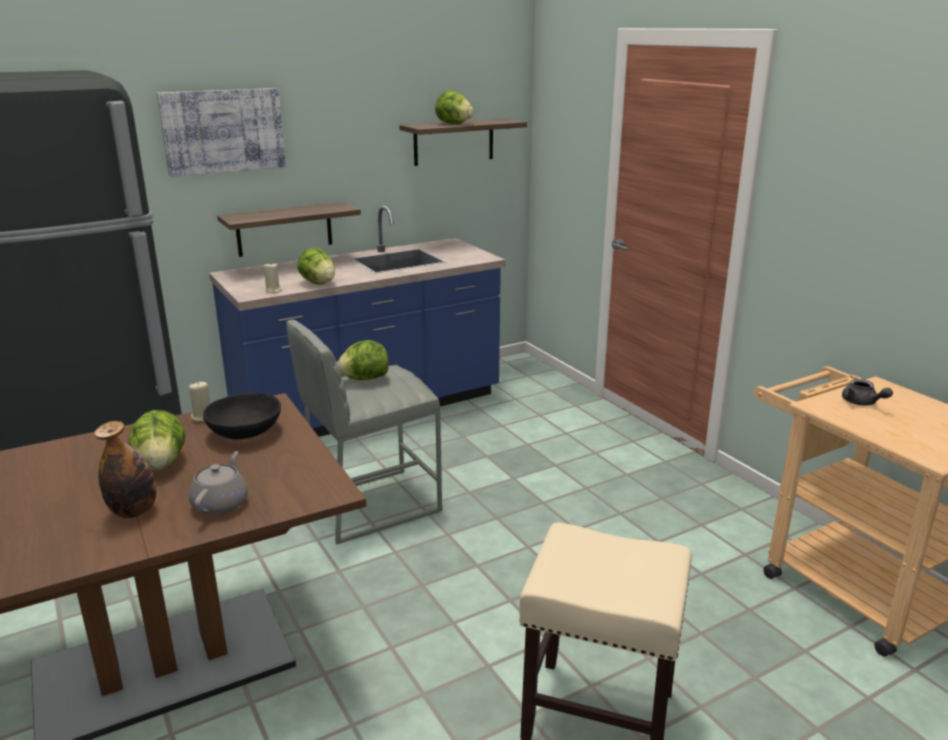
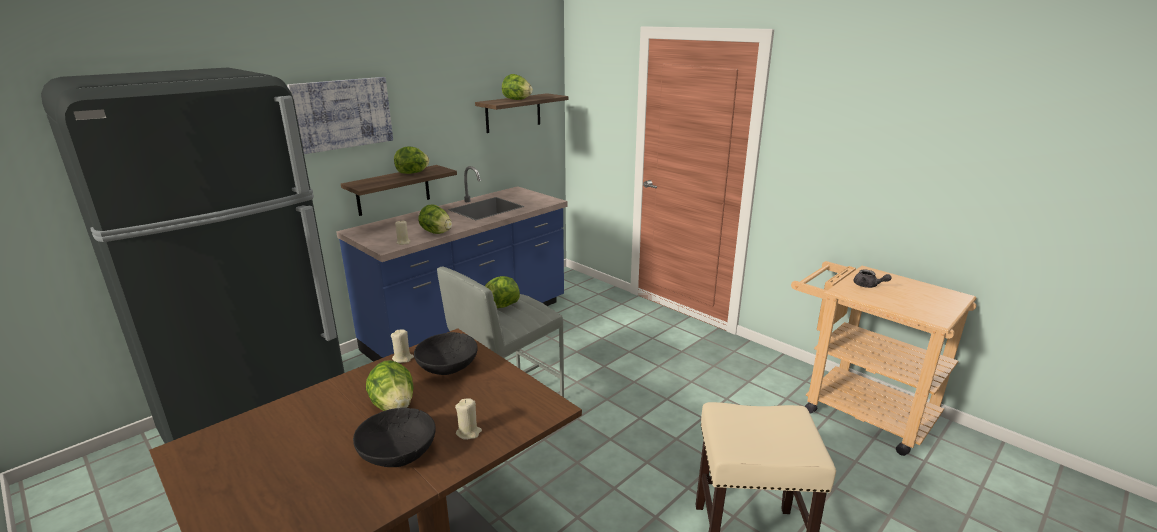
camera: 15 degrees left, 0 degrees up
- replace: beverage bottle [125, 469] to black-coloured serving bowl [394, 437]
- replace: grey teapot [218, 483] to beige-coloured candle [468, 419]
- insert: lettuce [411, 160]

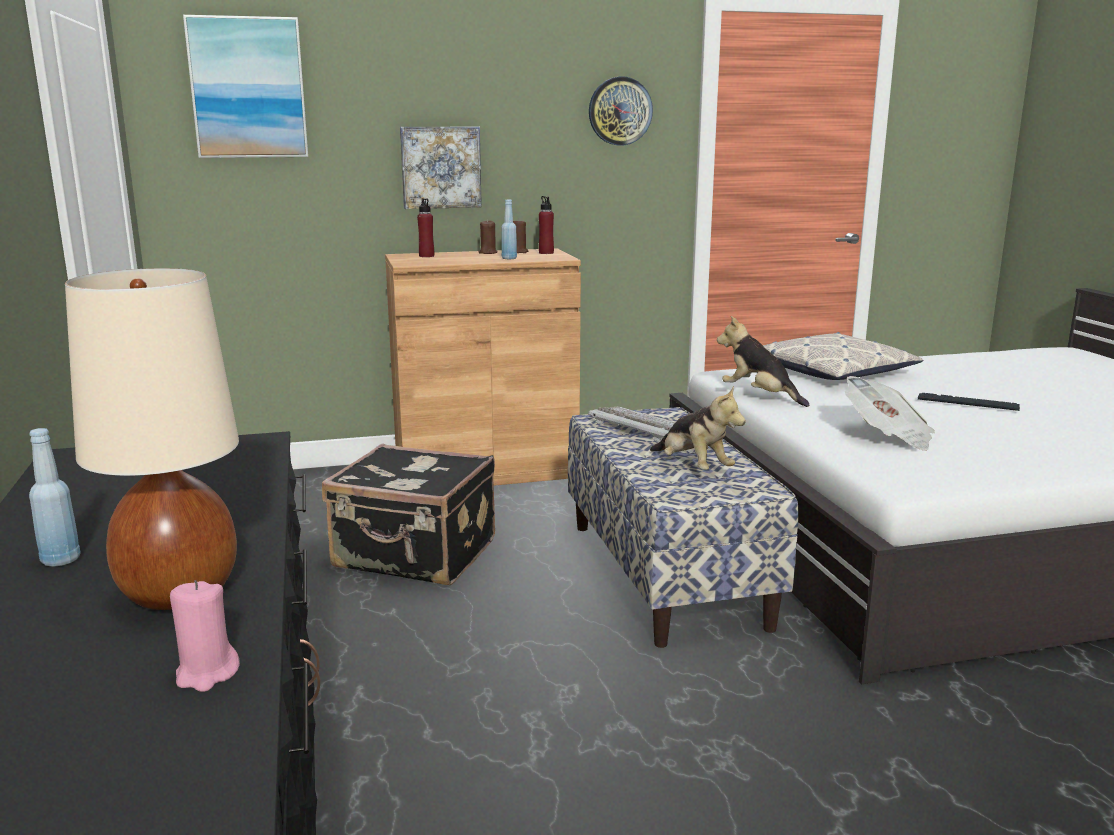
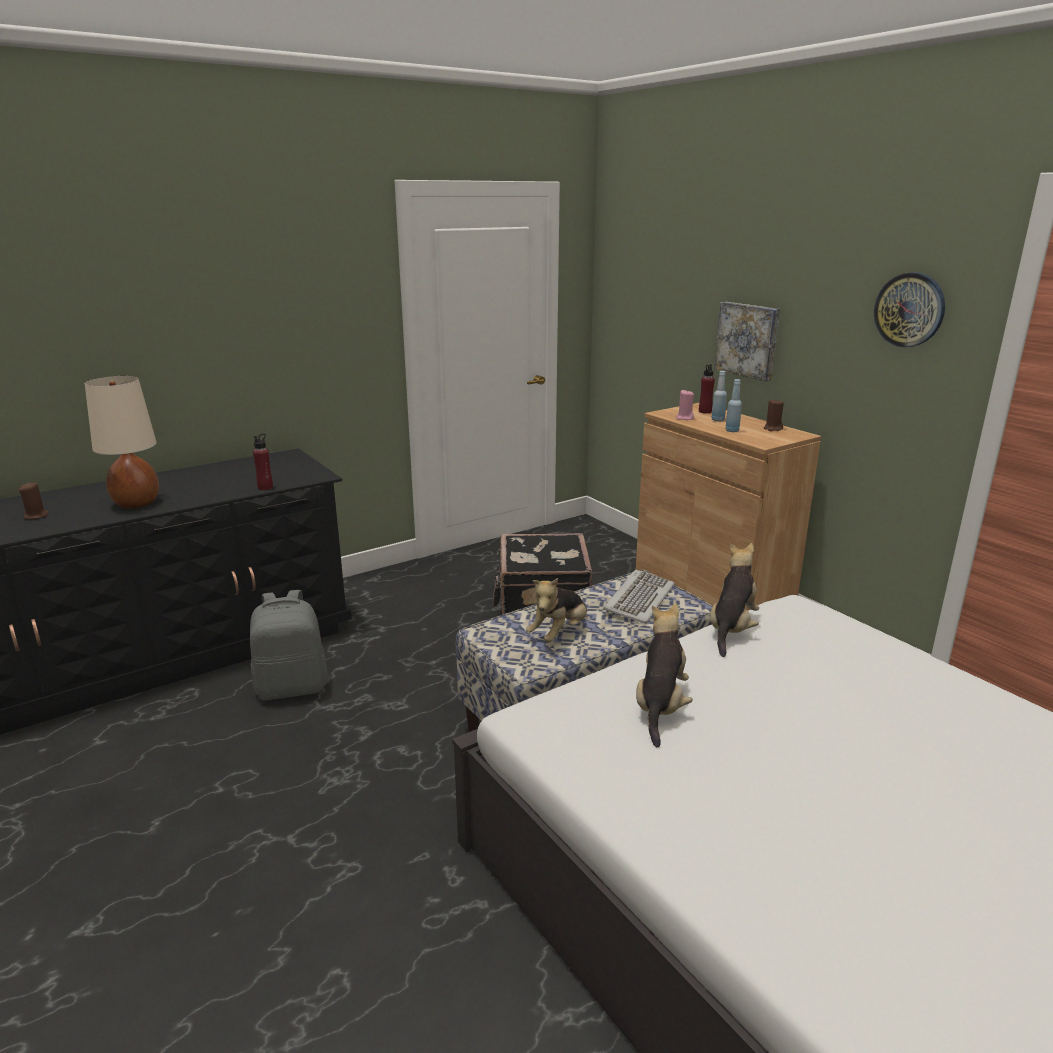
camera: 70 degrees right, 5 degrees up
- delete: picture [245, 86]
- move: red-coloured beverage bottle [546, 225] to [263, 461]
- move: brown candle [488, 236] to [34, 500]
- delete: pillow [843, 356]
- replace: newspaper [890, 413] to plush toy [664, 675]
- delete: computer keyboard [969, 402]
- move: blue beverage bottle [55, 497] to [719, 396]
- move: pink-coloured candle [205, 636] to [685, 404]
- insert: grey backpack [289, 645]

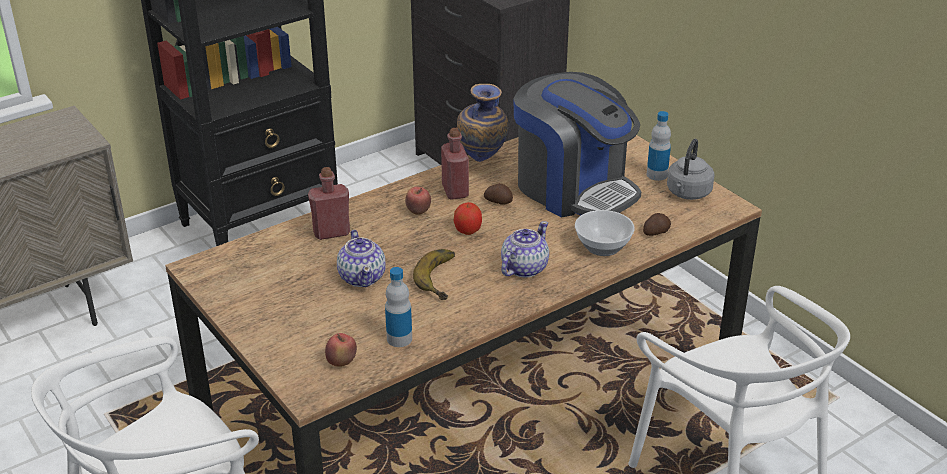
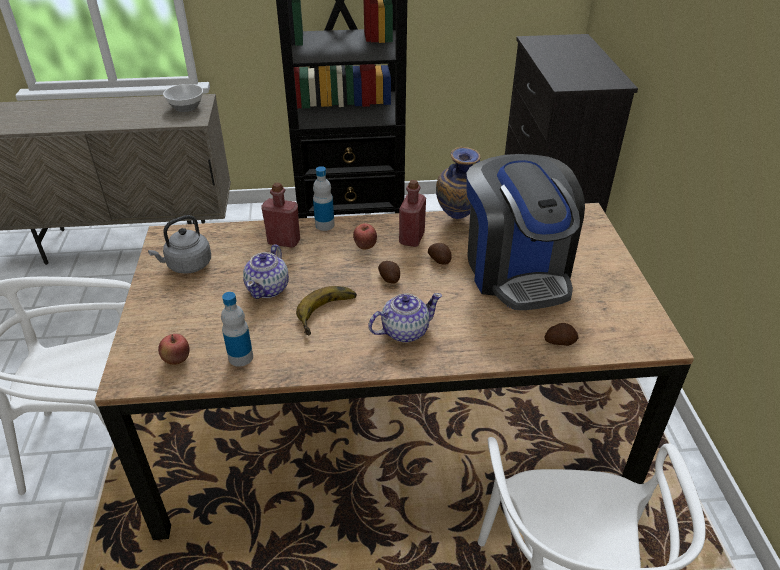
camera: 30 degrees right, 5 degrees up
- move: beverage bottle [659, 146] to [324, 198]
- move: grey water kettle [691, 169] to [179, 244]
- replace: apple [467, 218] to potato [389, 272]
- move: serving bowl [605, 233] to [183, 98]

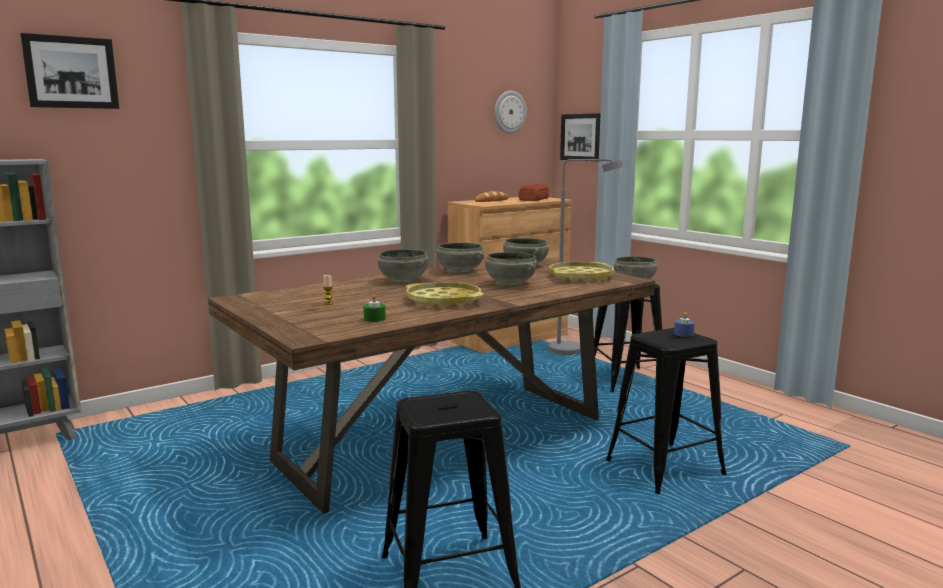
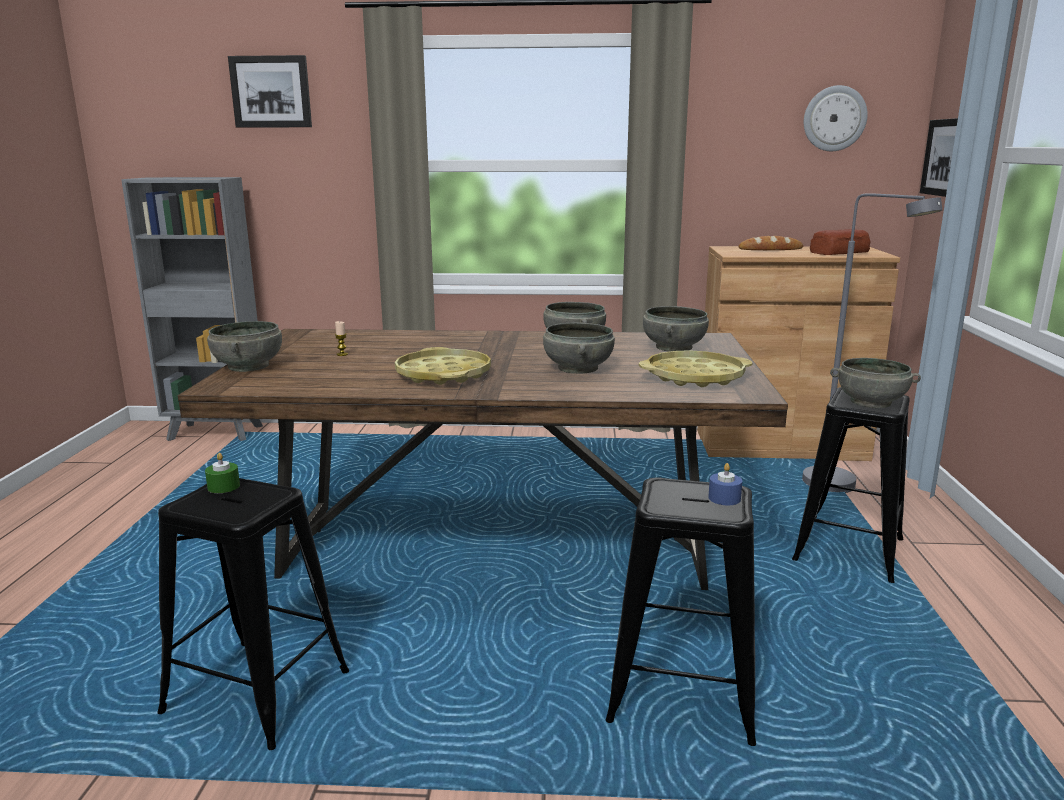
camera: 40 degrees right, 5 degrees up
- move: grey serving bowl [403, 266] to [244, 346]
- move: greenish candle [375, 308] to [222, 473]

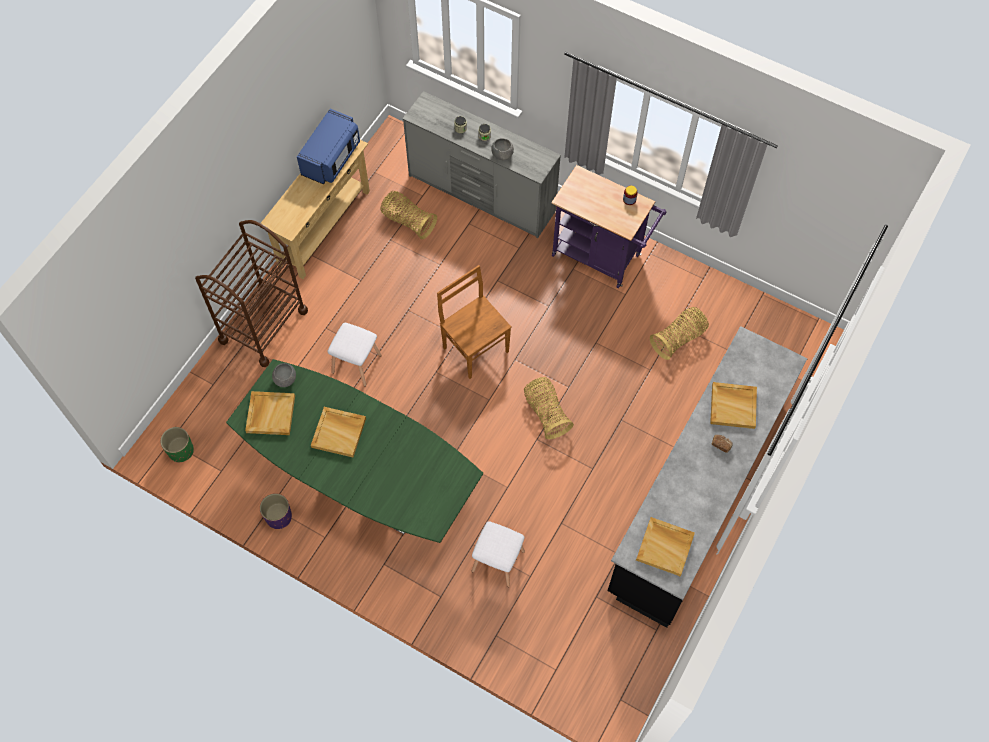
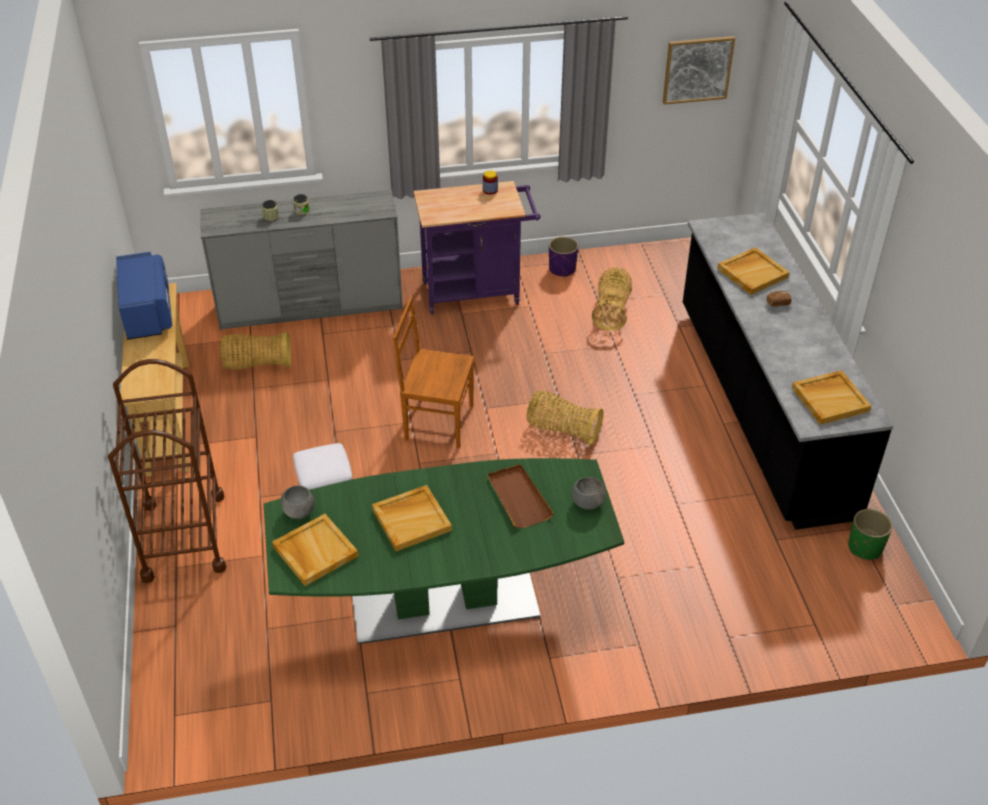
camera: 40 degrees left, 20 degrees down
- move: grey serving bowl [502, 149] to [589, 493]
- move: greenish flower pot [177, 445] to [870, 534]
- move: purple-coloured flower pot [276, 511] to [563, 257]
- delete: white-coloured stool seat [498, 554]
- insert: picture [699, 70]
- insert: brown carrying tray [521, 496]

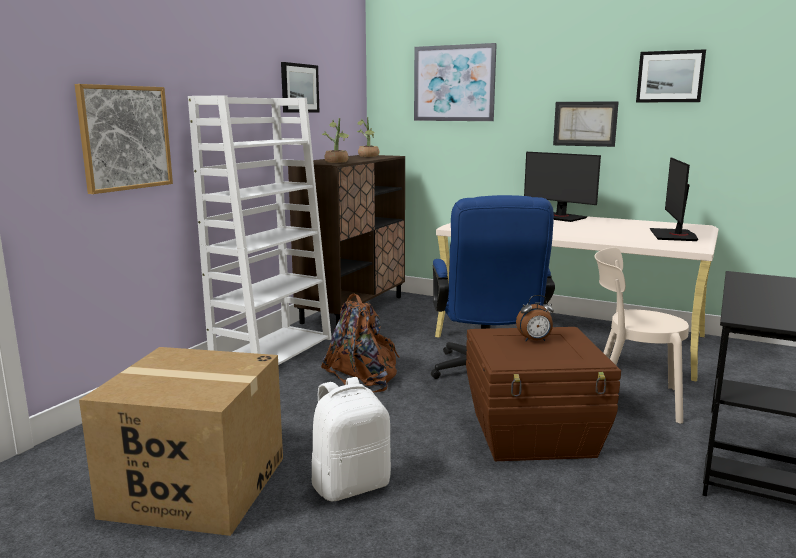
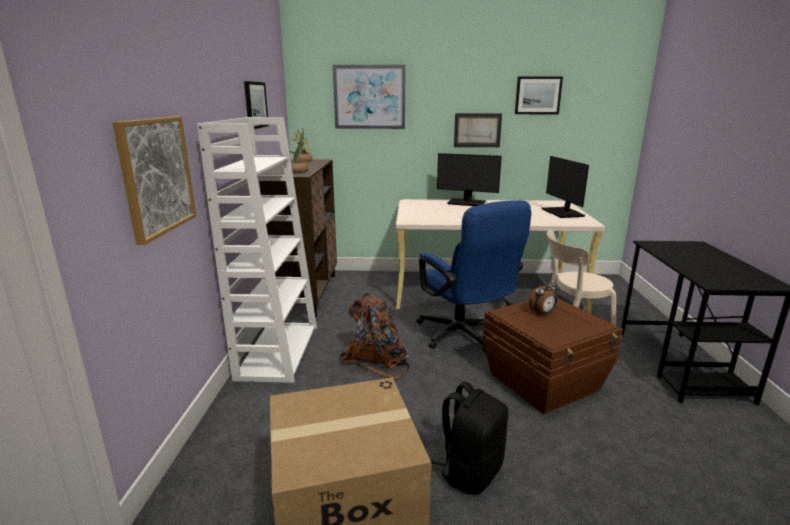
camera: 25 degrees left, 5 degrees up
- recolor: white-coloured backpack [351, 439] to black-coloured backpack [469, 437]

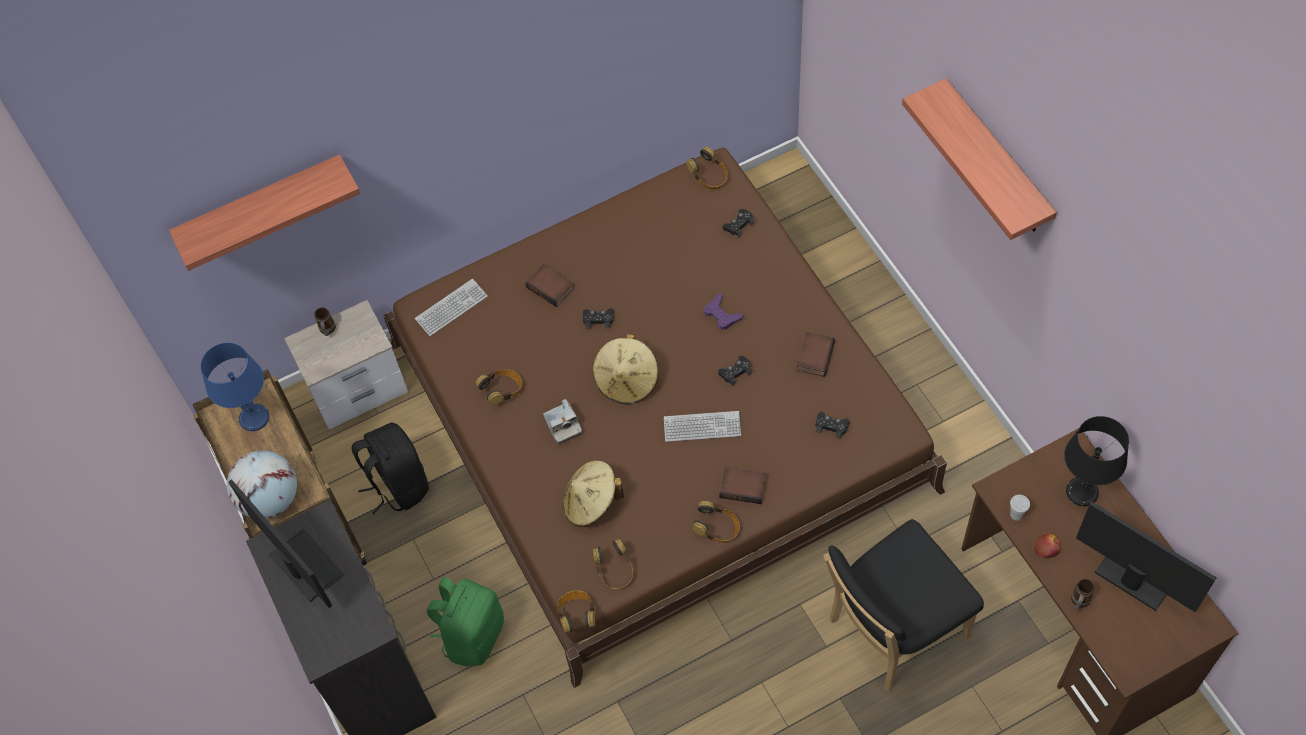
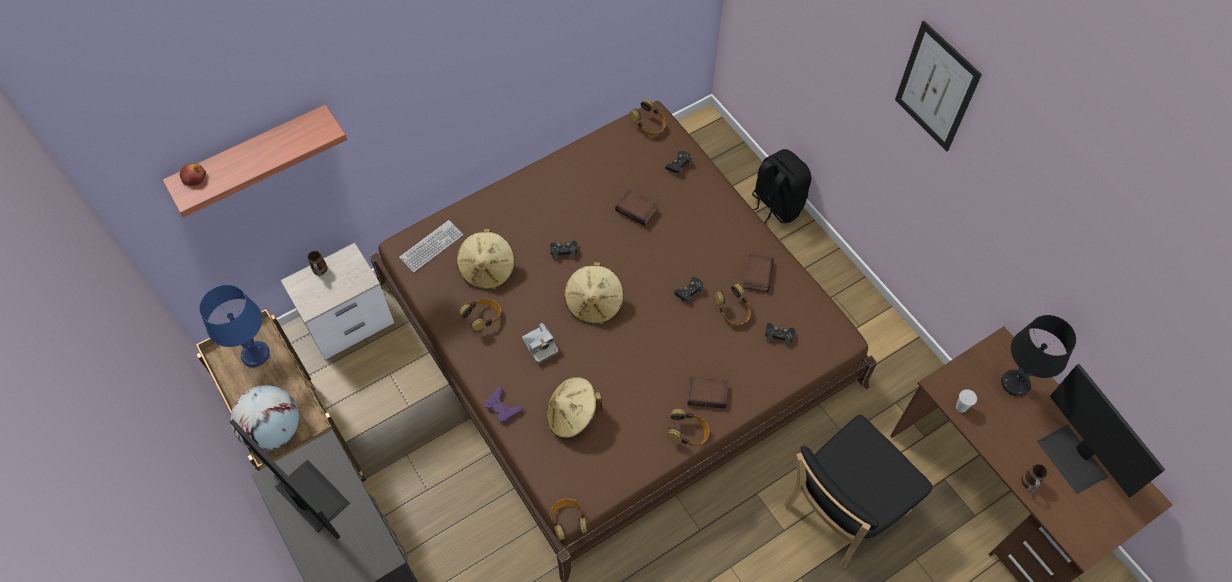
camera: 10 degrees left, 0 degrees up
- replace: wall shelf [979, 159] to picture [938, 86]
- move: book [550, 285] to [636, 207]
- move: purple-coloured gamepad [723, 311] to [503, 404]
- delete: computer keyboard [702, 426]
- move: black-coloured backpack [390, 468] to [781, 186]
- rotate: computer screen [1146, 556] = [1101, 431] 150 degrees counterclockwise
- move: apple [1047, 545] to [193, 174]
- move: headset [612, 564] to [733, 305]
- delete: greenish backpack [465, 622]
- insert: beige-coloured hat [485, 259]

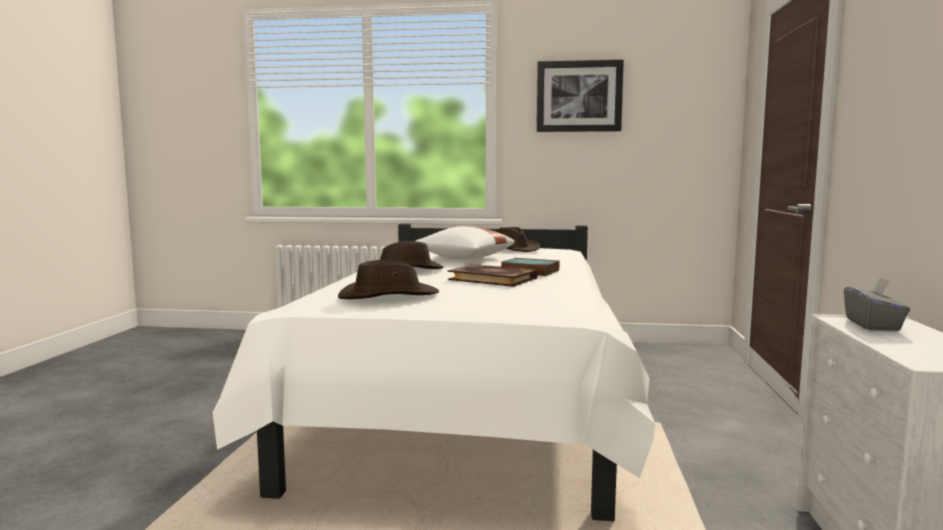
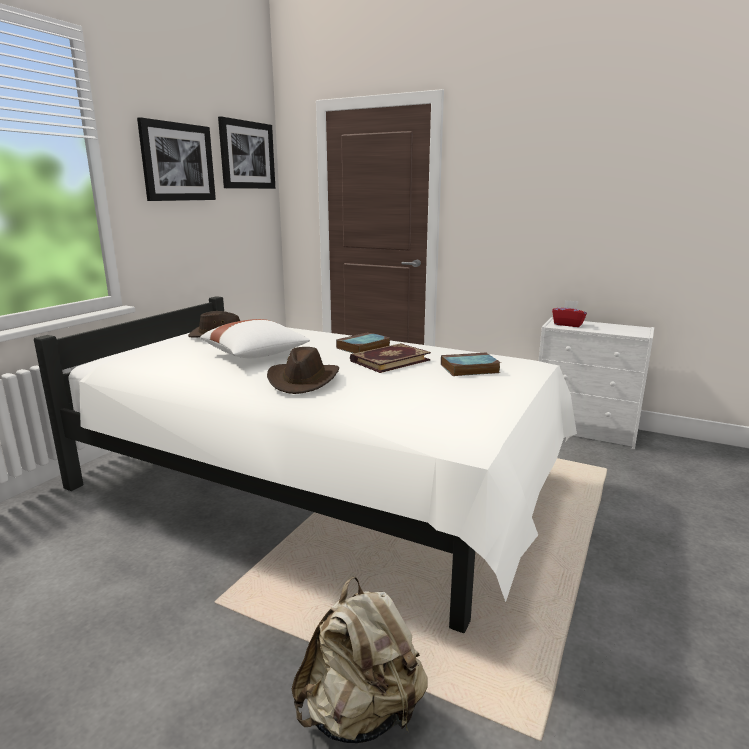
camera: 70 degrees left, 10 degrees up
- delete: brown hat [388, 279]
- recolor: grey box of tissues [877, 304] to red-coloured box of tissues [569, 313]
- insert: picture [246, 152]
- insert: book [471, 364]
- insert: beige-coloured backpack [360, 659]

